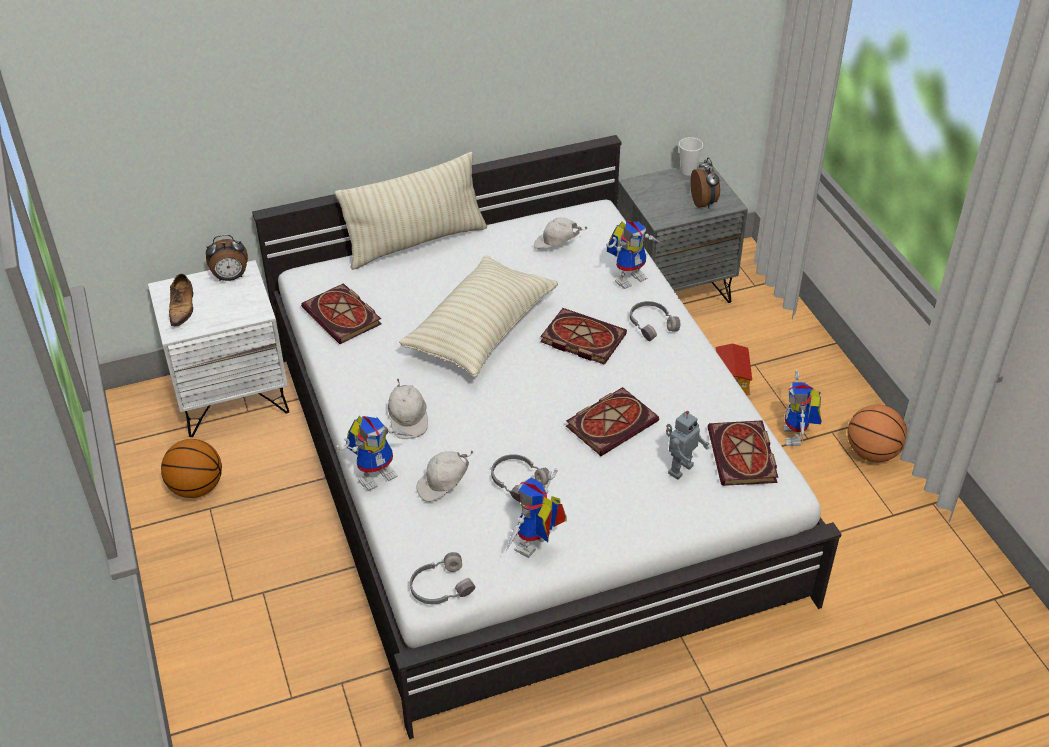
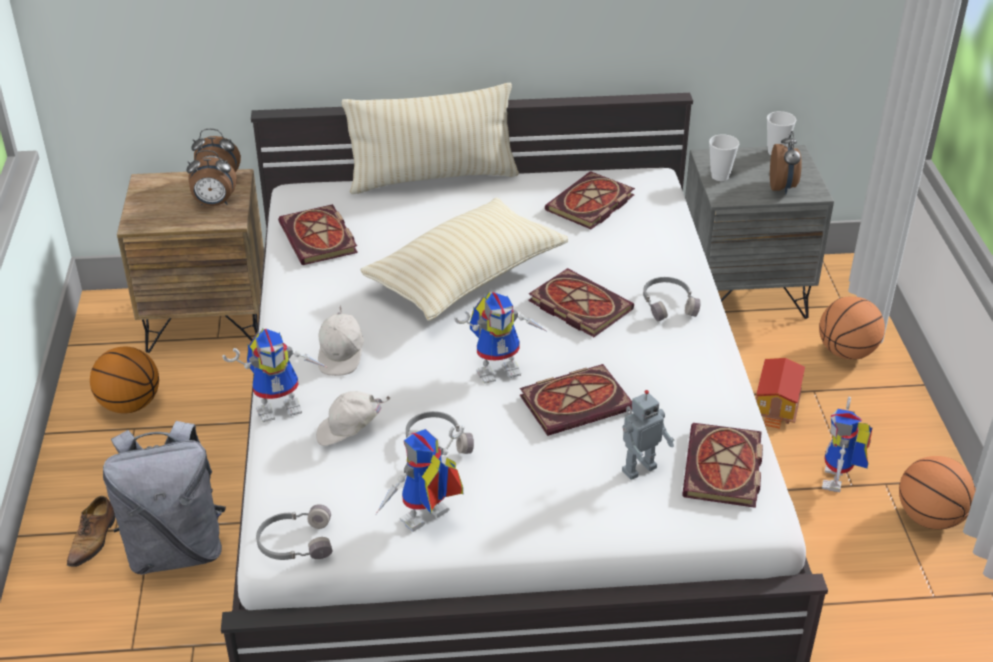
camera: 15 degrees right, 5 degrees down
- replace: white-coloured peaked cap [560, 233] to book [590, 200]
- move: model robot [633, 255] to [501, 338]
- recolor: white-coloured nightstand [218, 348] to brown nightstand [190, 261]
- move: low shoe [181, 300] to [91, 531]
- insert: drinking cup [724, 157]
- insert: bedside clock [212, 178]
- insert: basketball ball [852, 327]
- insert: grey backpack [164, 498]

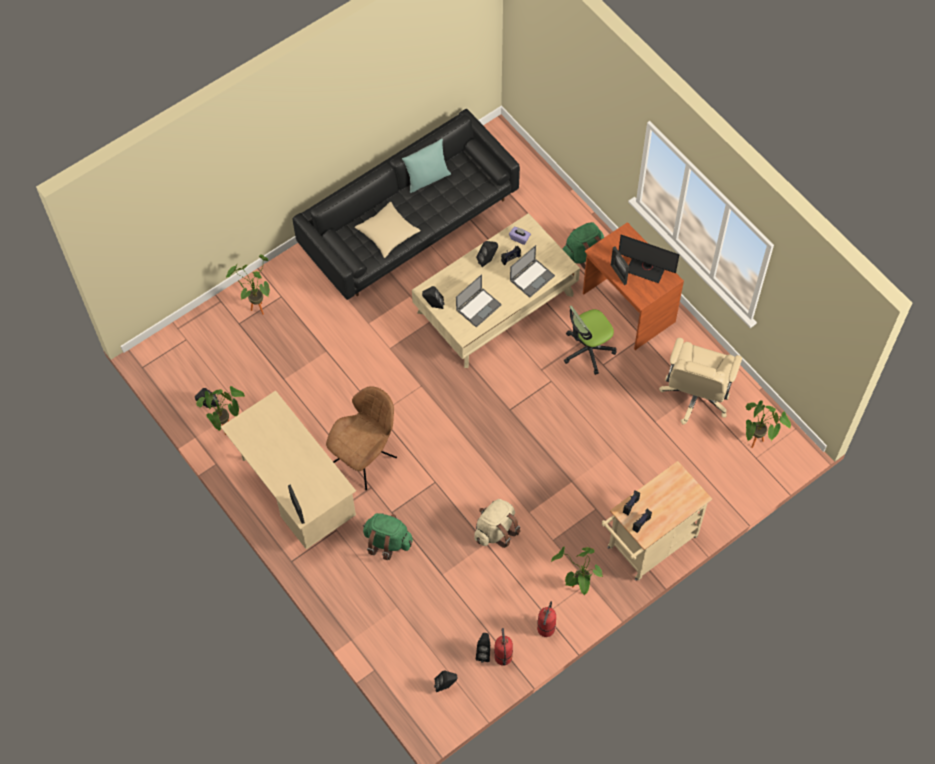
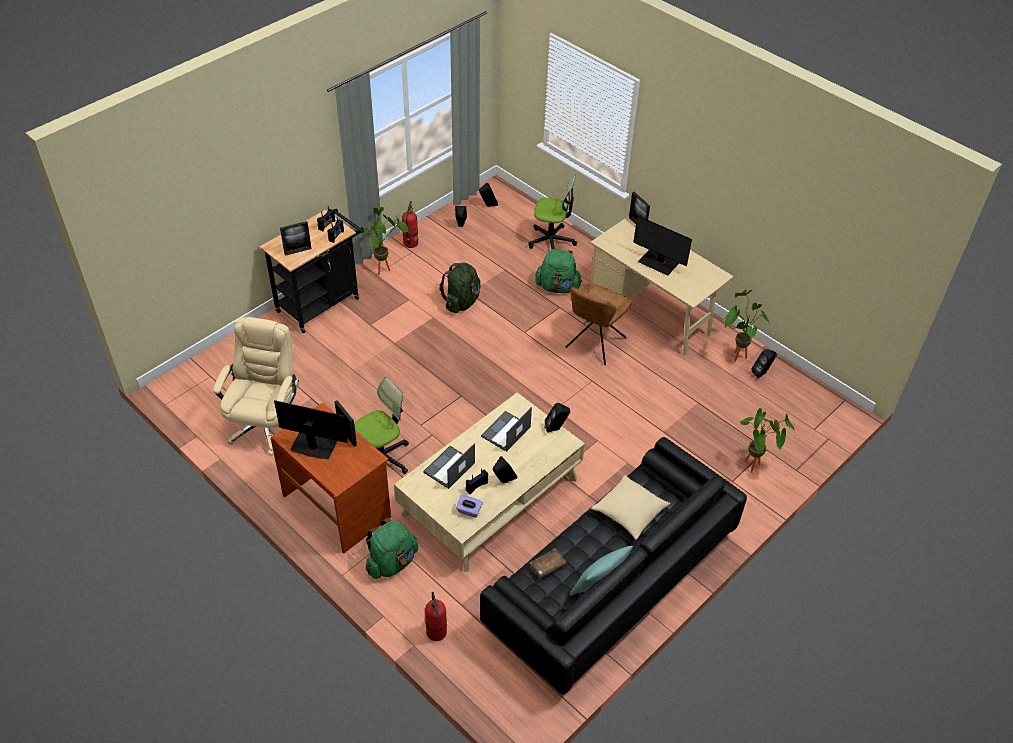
camera: 170 degrees right, 15 degrees down
- delete: potted plant [768, 424]
- recolor: beige-coloured cart [657, 521] to black-coloured cart [312, 271]
- recolor: beige-coloured backpack [497, 523] to greenish backpack [460, 288]
- move: fire extinguisher [503, 646] to [436, 616]
- insert: computer chair [552, 211]
- insert: computer screen [662, 245]
- insert: photo frame [296, 238]
- insert: brown book [548, 563]

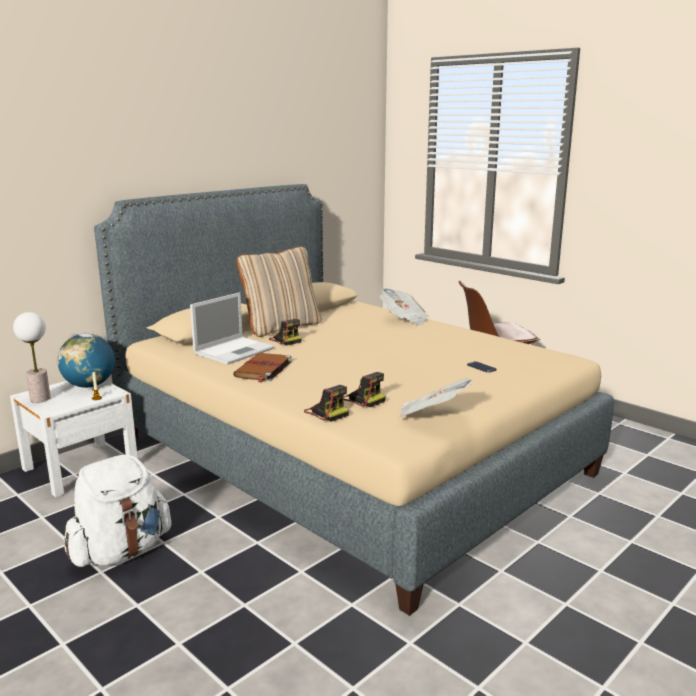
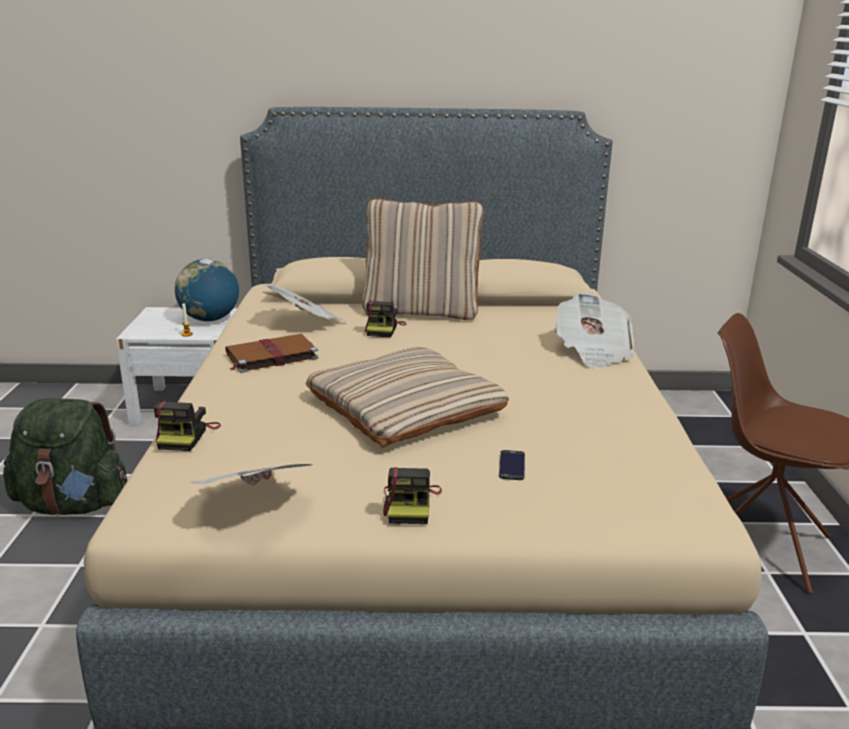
camera: 45 degrees right, 5 degrees up
- replace: notebook computer [232, 328] to newspaper [304, 303]
- delete: tabletop lamp [32, 357]
- move: photo camera [365, 389] to [412, 495]
- recolor: white-coloured backpack [117, 511] to greenish backpack [65, 457]
- insert: beige-coloured pillow [407, 397]

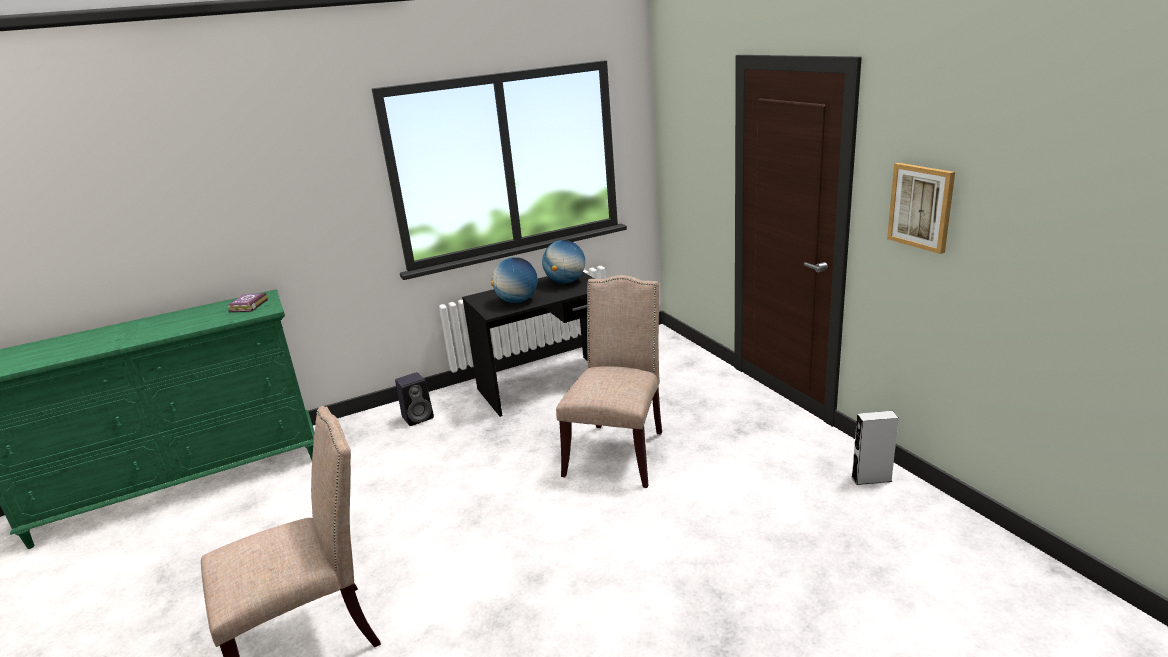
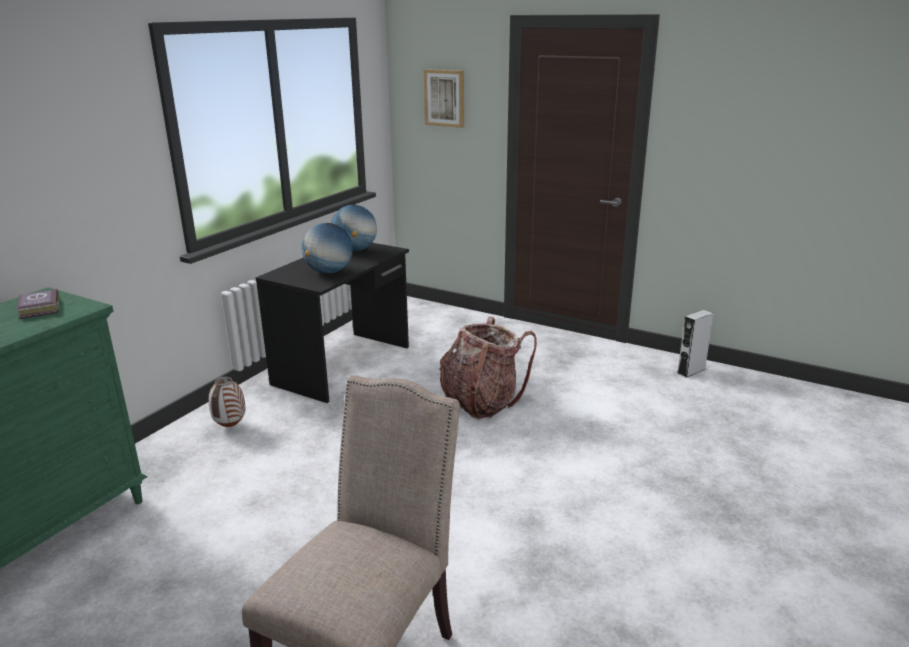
camera: 35 degrees left, 0 degrees up
- move: picture [921, 208] to [444, 98]
- replace: beige-coloured plain chair [609, 381] to backpack [488, 368]
- replace: black-coloured audio speaker [414, 399] to flower vase [226, 401]

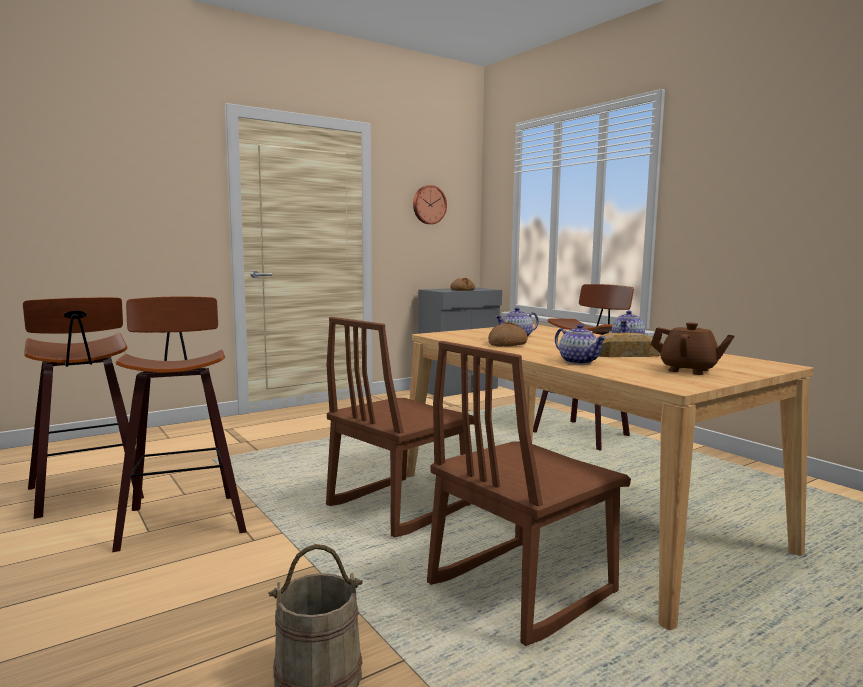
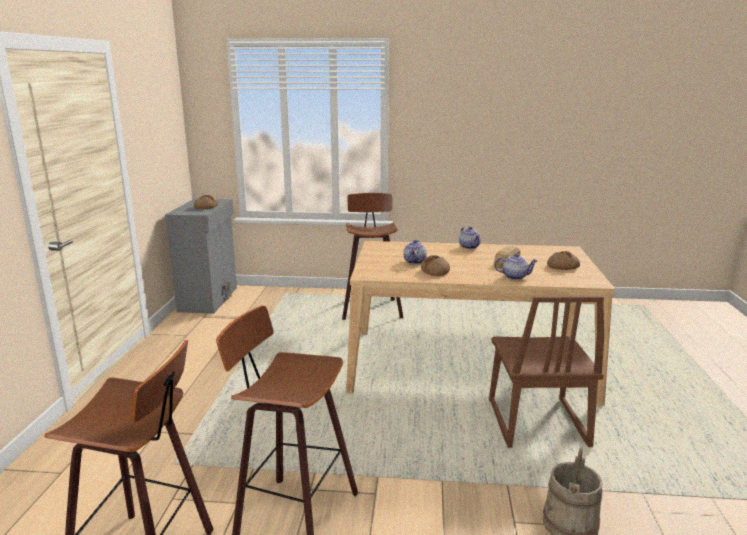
camera: 50 degrees left, 10 degrees up
- delete: clock on the wall [430, 204]
- delete: brown plain chair [400, 427]
- replace: brown teapot [693, 348] to bread [563, 260]

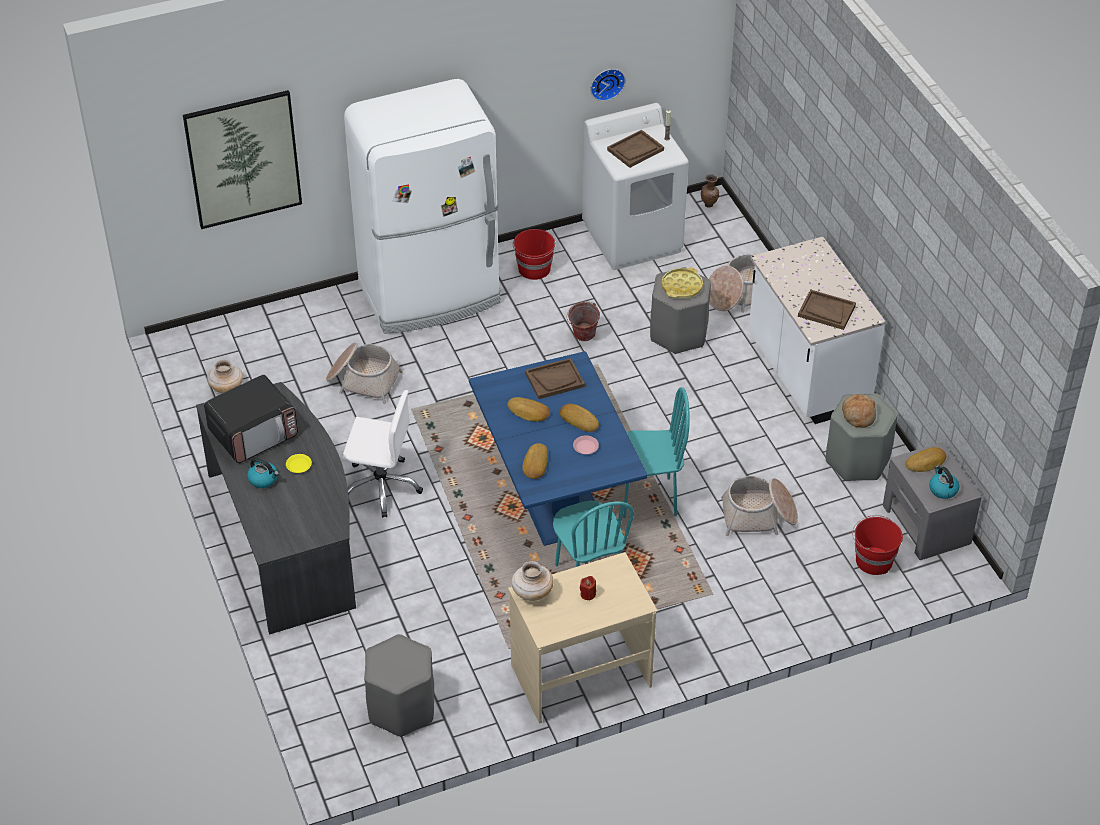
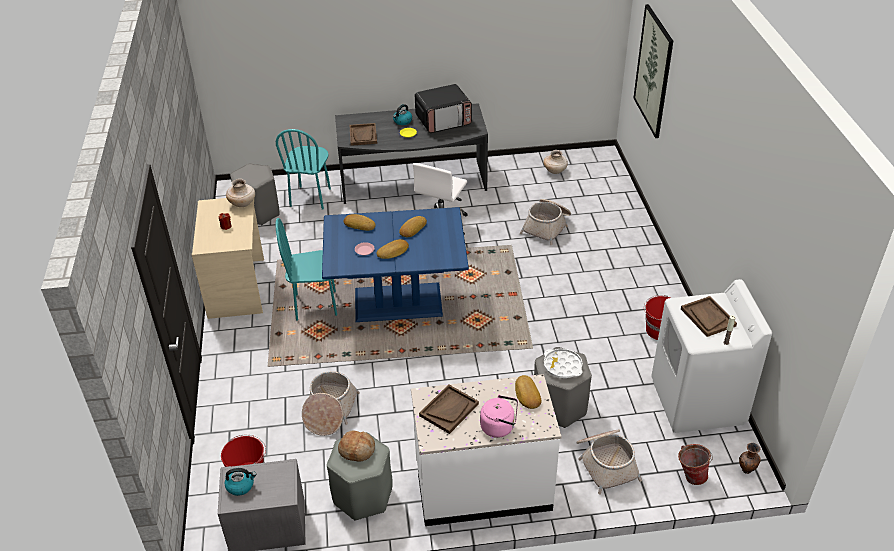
camera: 105 degrees right, 5 degrees down
- delete: clock on the wall [608, 85]
- delete: white-coloured kitchen fridge [422, 206]
- recolor: yellow carrying tray [682, 282] to white-coloured carrying tray [563, 363]
- move: water bucket [583, 321] to [695, 464]
- move: brown carrying tray [555, 378] to [363, 134]
- rotate: microwave [251, 419] = [443, 108] 90 degrees counterclockwise
- move: turquoise plain chair [656, 452] to [303, 169]
- move: bread [925, 459] to [528, 392]
- insert: pink-coloured water kettle [499, 416]

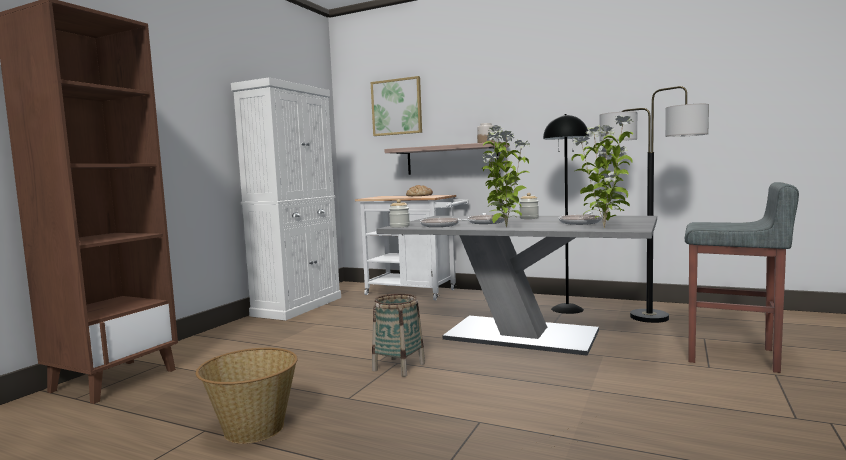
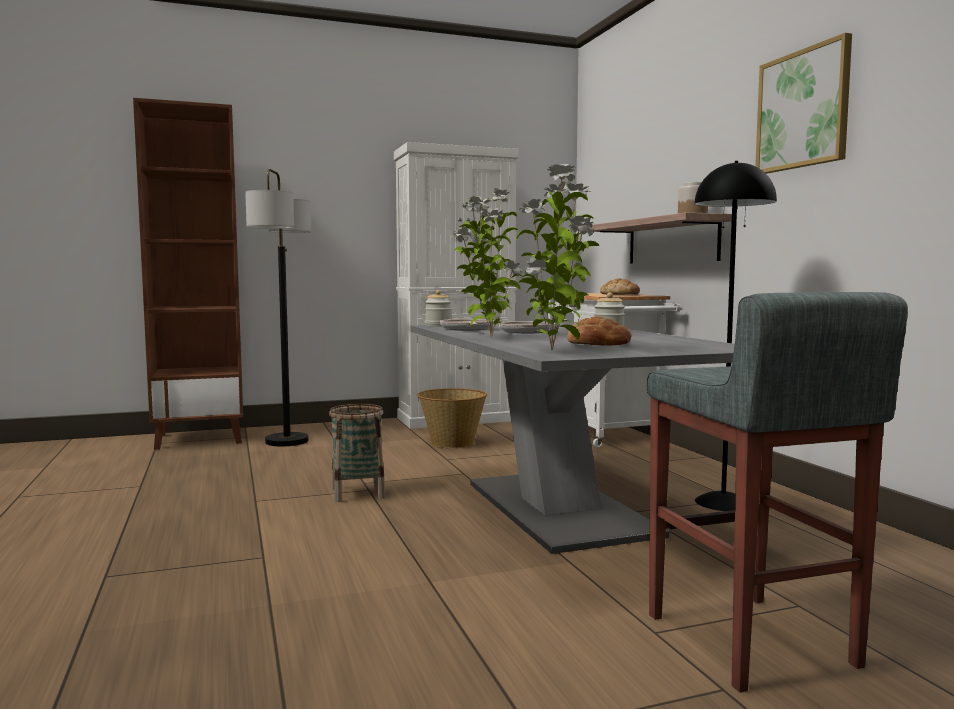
camera: 45 degrees right, 0 degrees up
- move: picture [396, 106] to [803, 103]
- move: standing lamp [654, 204] to [278, 307]
- replace: pan [580, 218] to bread [599, 331]
- move: storage basket [247, 396] to [452, 418]

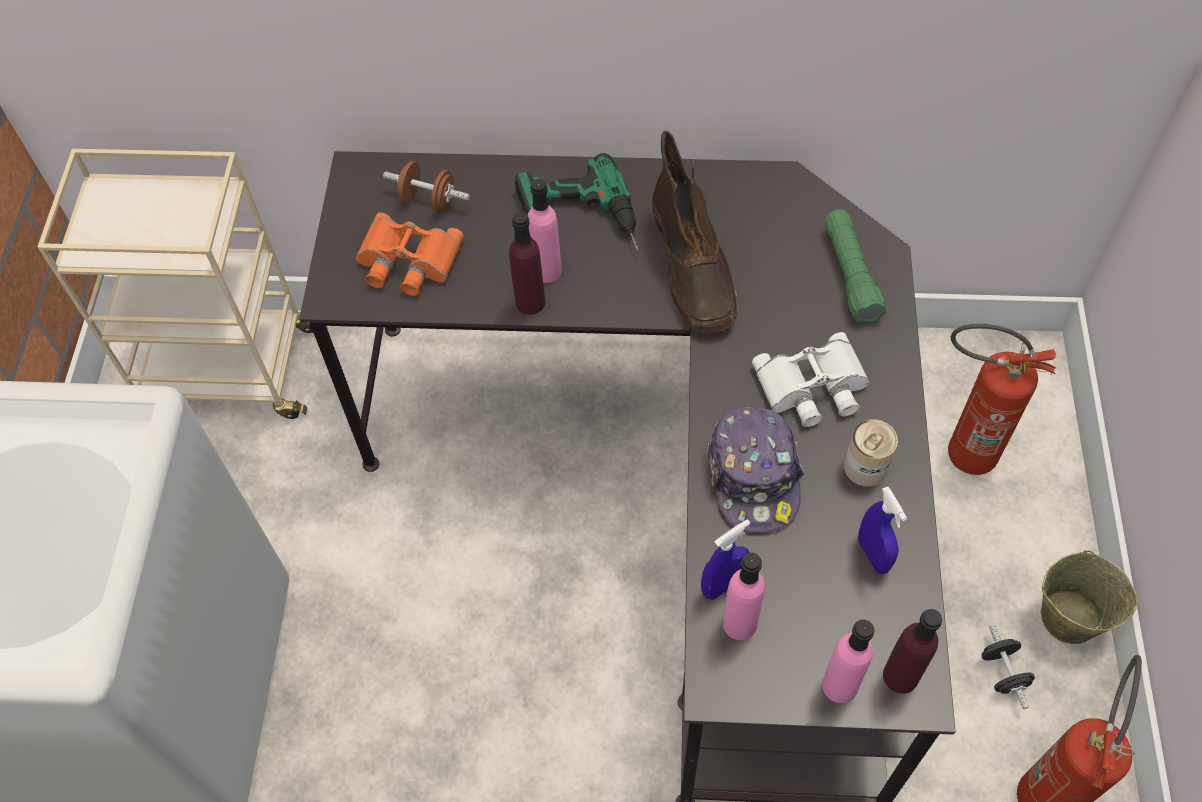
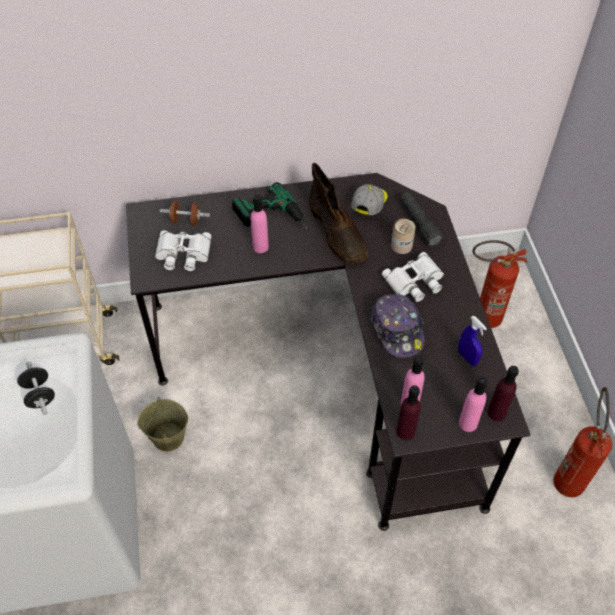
camera: 15 degrees left, 5 degrees down
- recolor: greenish torch [855, 266] to black-coloured torch [421, 219]
- move: purple-coloured beverage bottle [527, 263] to [408, 412]
- recolor: orangey field glasses [410, 254] to white-coloured field glasses [183, 250]
- move: metal can [871, 453] to [403, 236]
- delete: blue hand sprayer [725, 559]
- move: beige-coloured water bucket [1089, 597] to [162, 424]
- move: black-coloured hand weight [1008, 666] to [36, 388]
- insert: peaked cap [369, 199]

